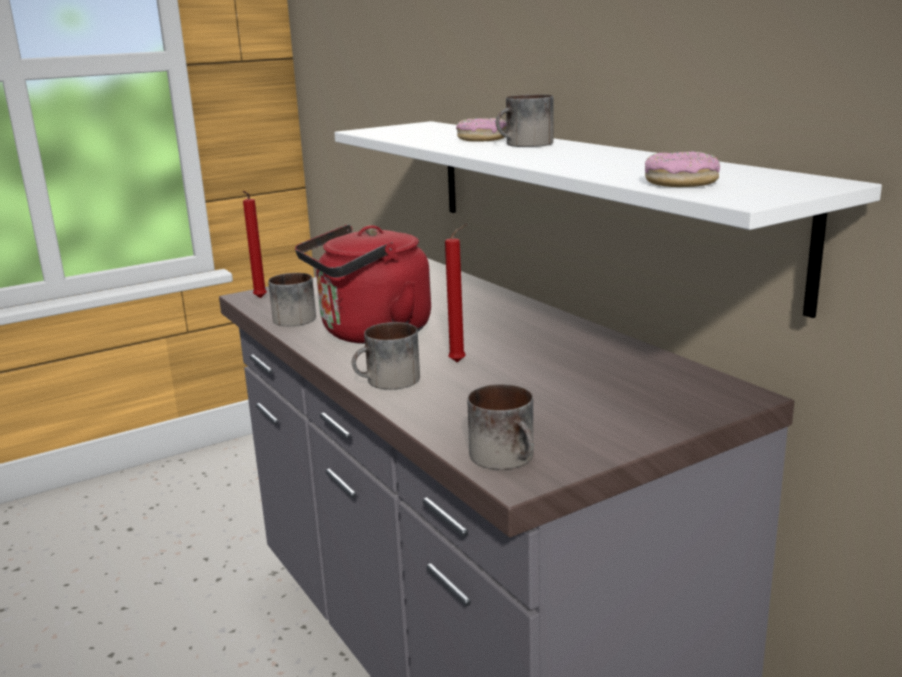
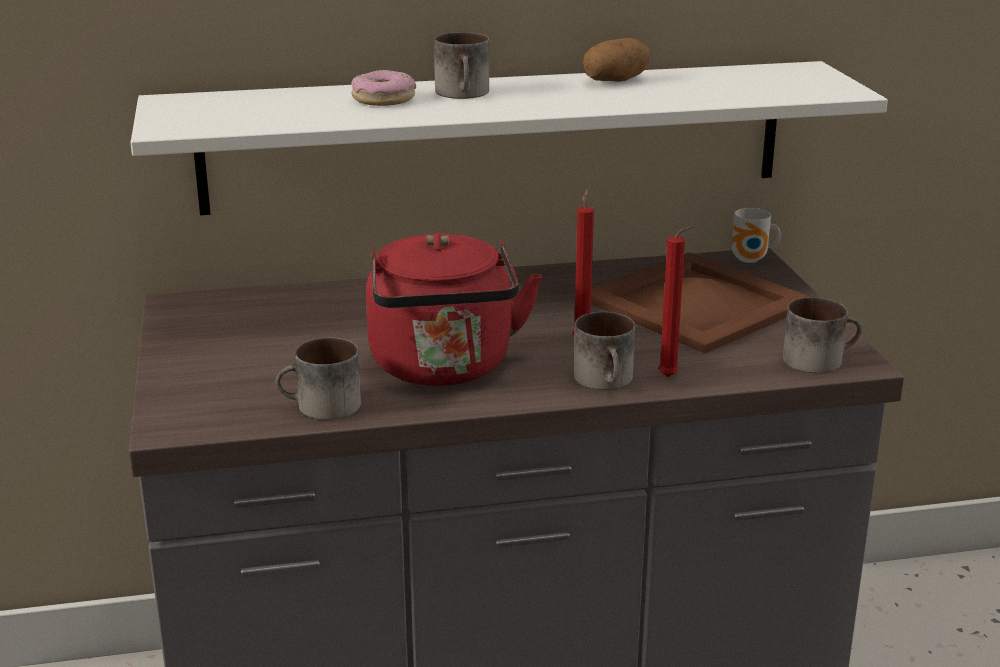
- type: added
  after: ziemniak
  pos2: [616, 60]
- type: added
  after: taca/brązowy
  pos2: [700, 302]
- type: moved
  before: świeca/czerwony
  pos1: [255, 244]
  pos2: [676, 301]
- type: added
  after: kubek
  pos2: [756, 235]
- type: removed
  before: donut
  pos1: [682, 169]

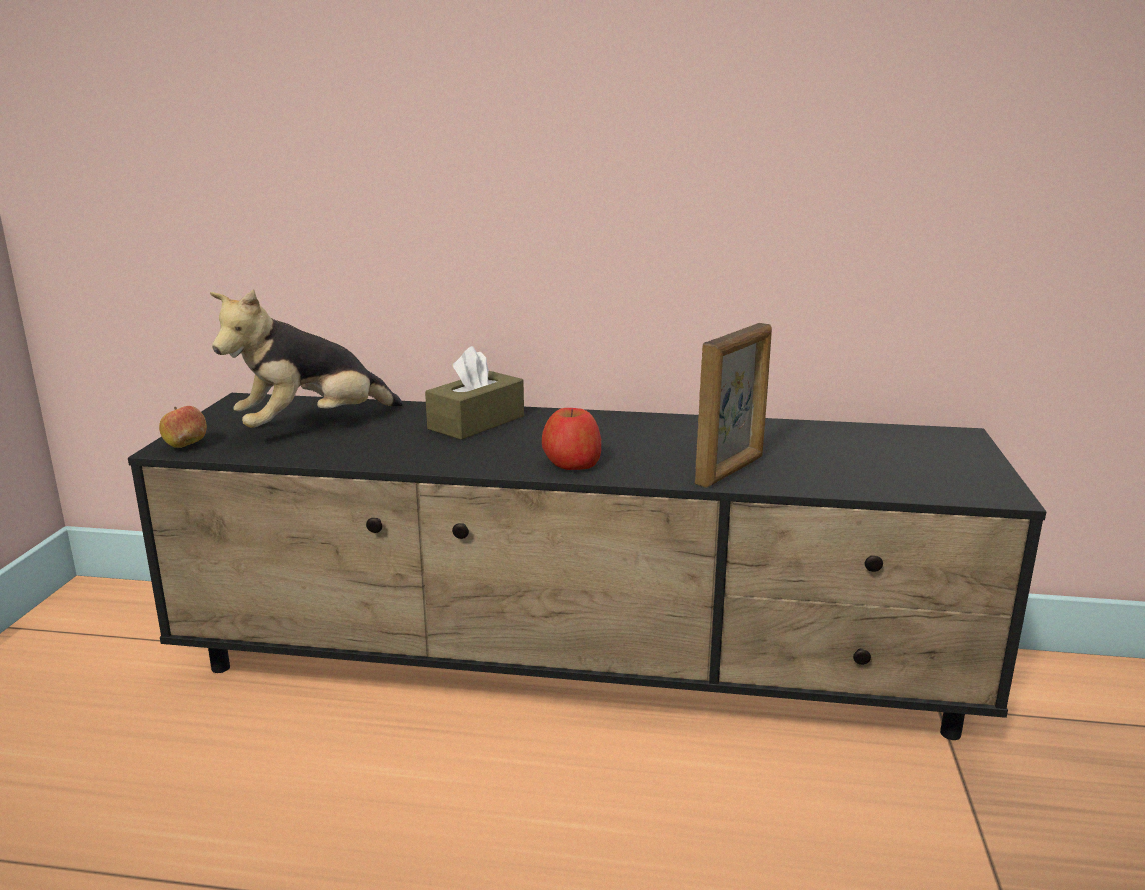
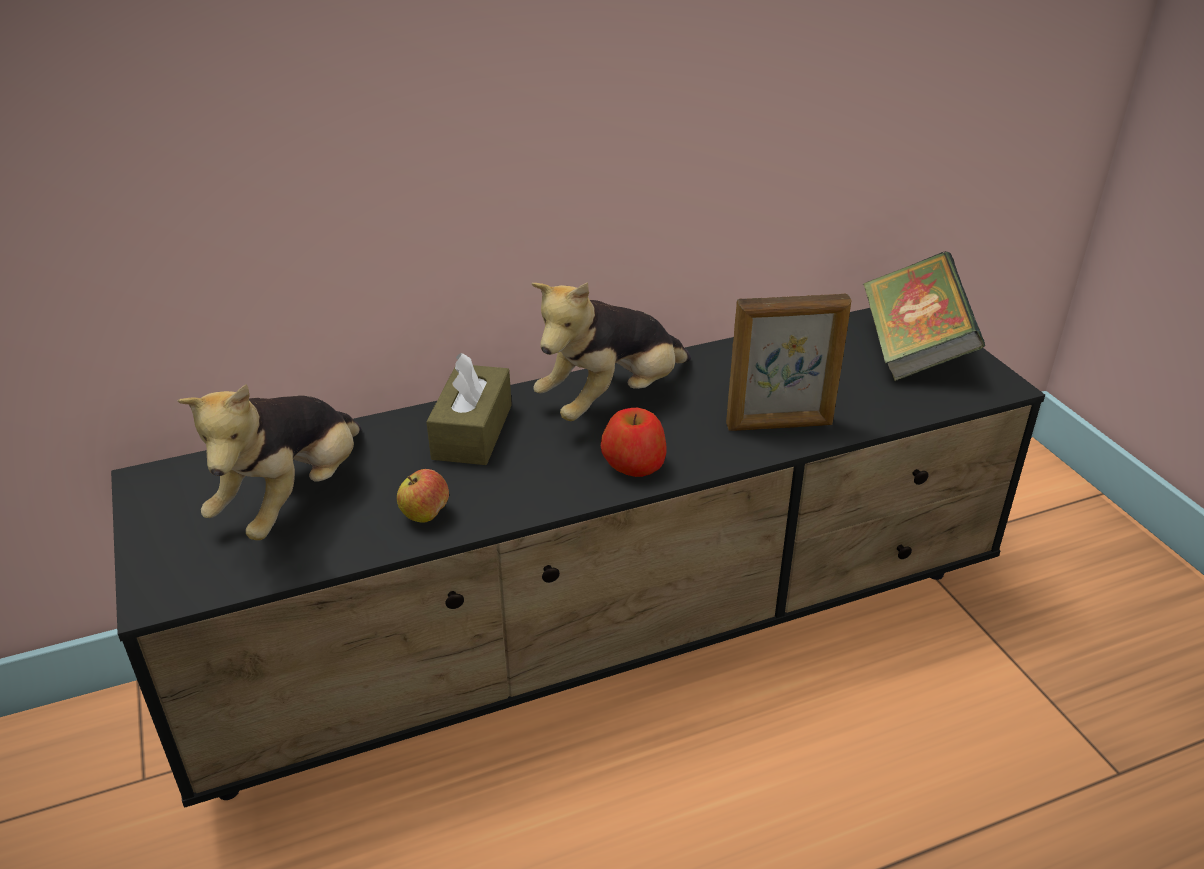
- type: moved
  before: jabłko
  pos1: [183, 427]
  pos2: [423, 496]
- type: added
  after: pluszak
  pos2: [611, 351]
- type: turned
  before: ramka na zdjęcie
  pos1: [733, 405]
  pos2: [788, 362]
  turn: 75
- type: added
  after: książka
  pos2: [924, 316]

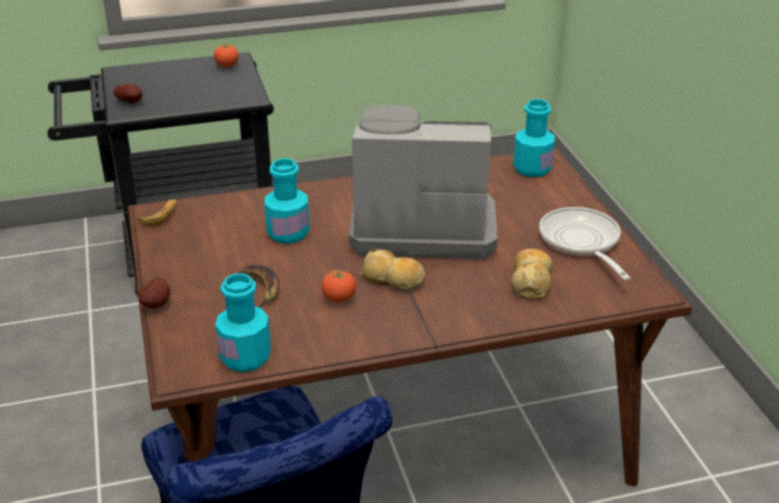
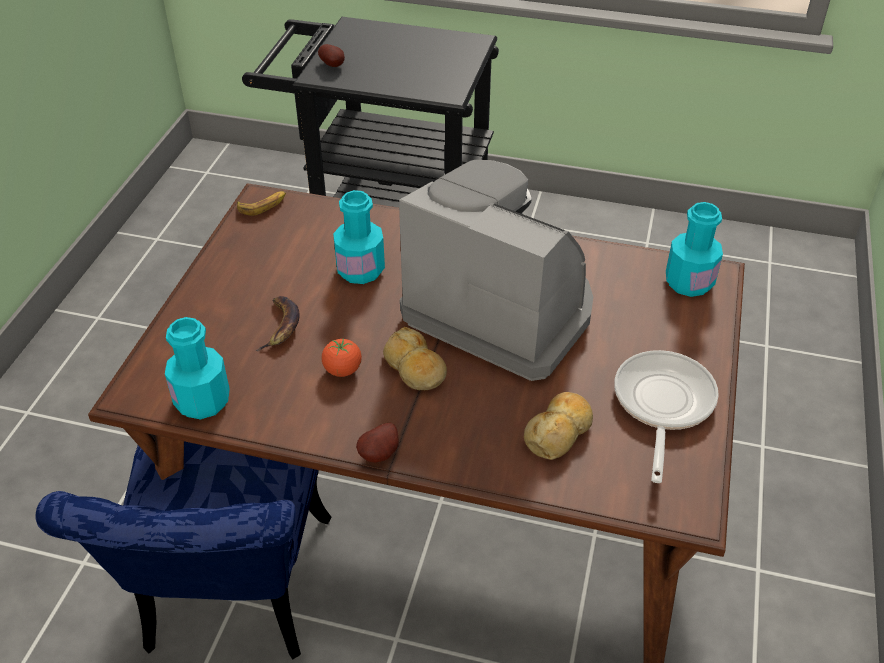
- type: moved
  before: ziemniak
  pos1: [154, 293]
  pos2: [377, 443]
- type: removed
  before: pomidor
  pos1: [226, 55]

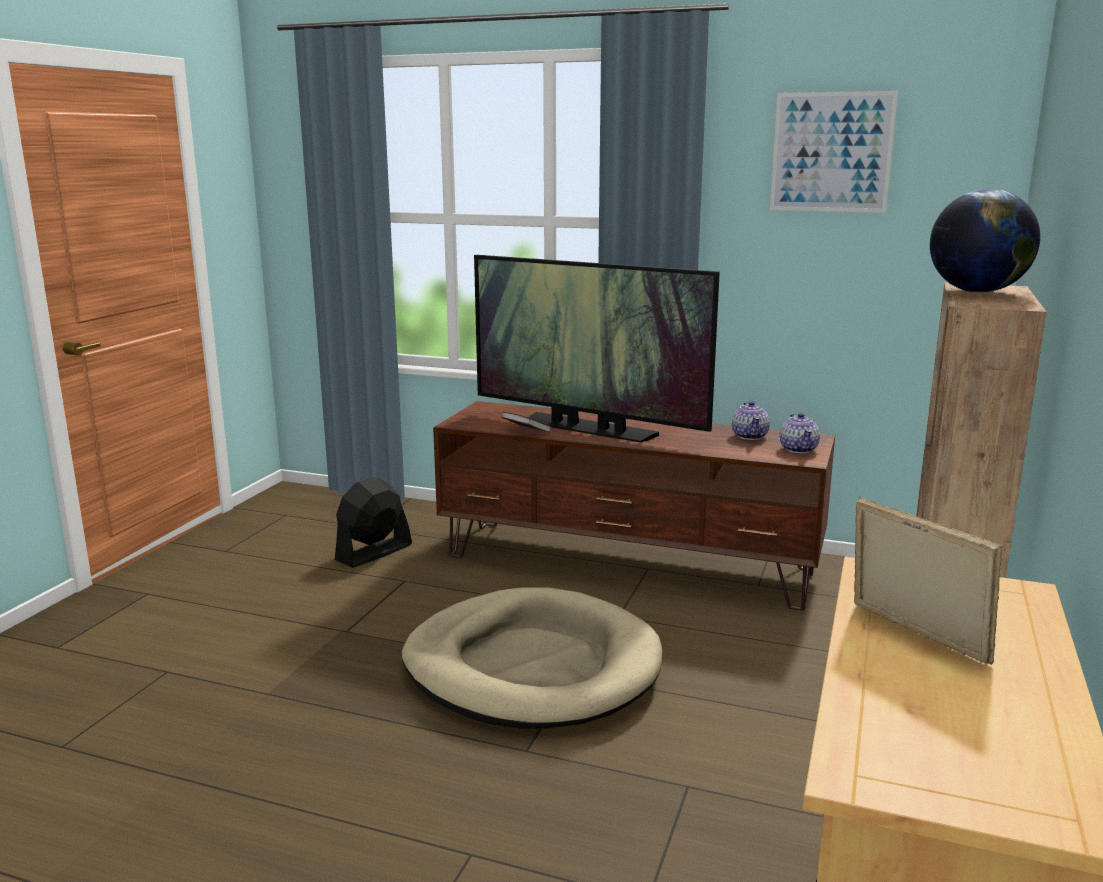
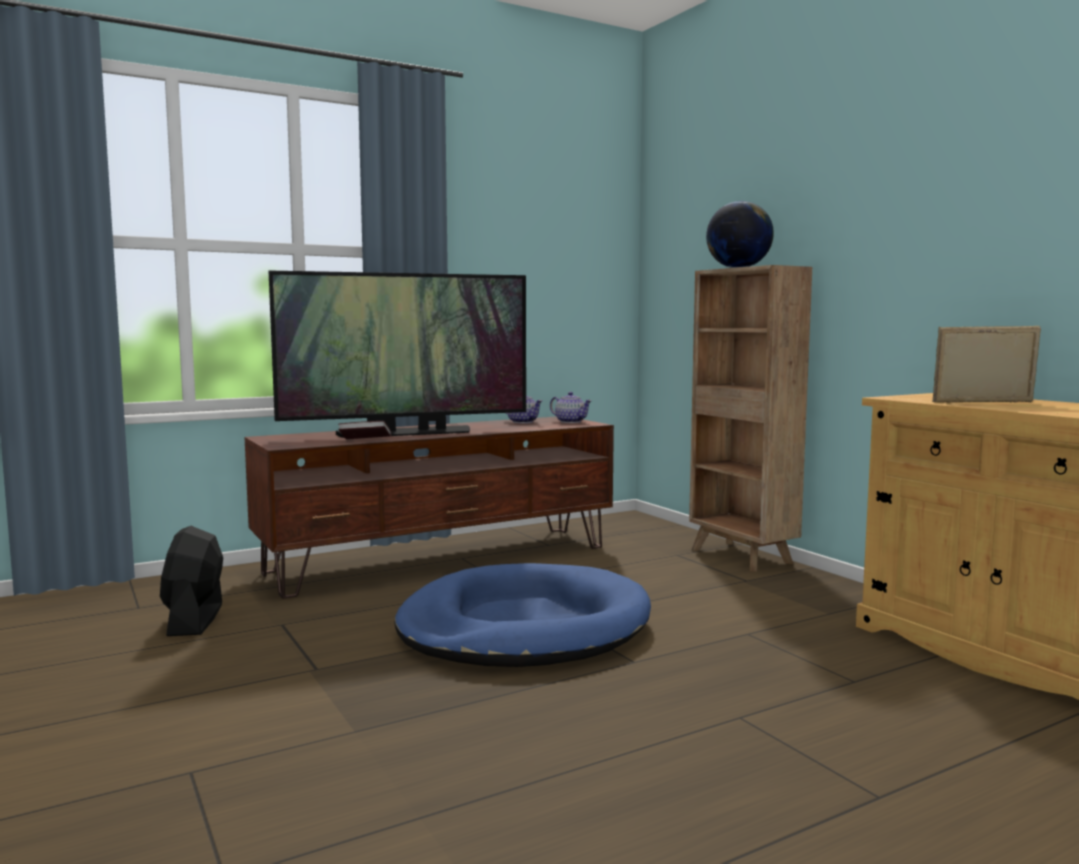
- type: recoloured
  before: legowisko/beżowy
  after: legowisko/niebieski
  pos1: [532, 658]
  pos2: [522, 615]
- type: removed
  before: obraz
  pos1: [834, 151]

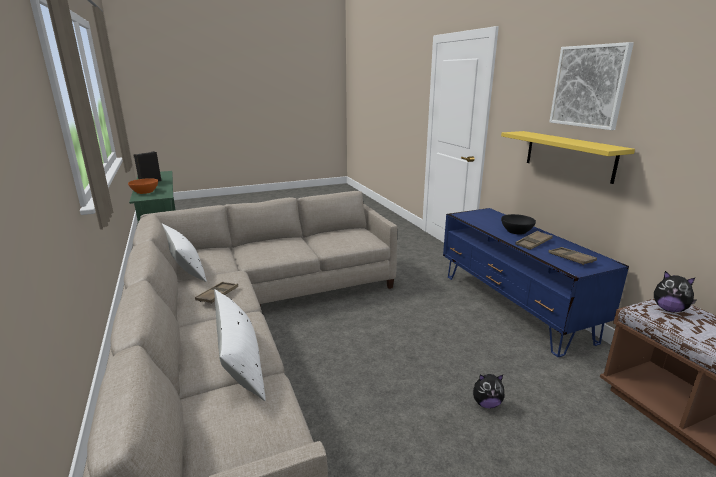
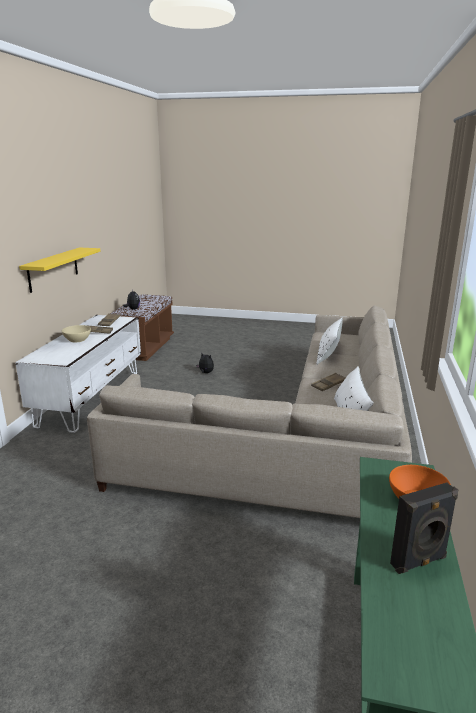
- type: recoloured
  before: szafka pod telewizor/niebieski
  after: szafka pod telewizor/biały
  pos1: [536, 282]
  pos2: [78, 374]
- type: recoloured
  before: miska/czarny
  after: miska/beżowy
  pos1: [518, 224]
  pos2: [76, 333]
- type: removed
  before: obraz
  pos1: [591, 86]

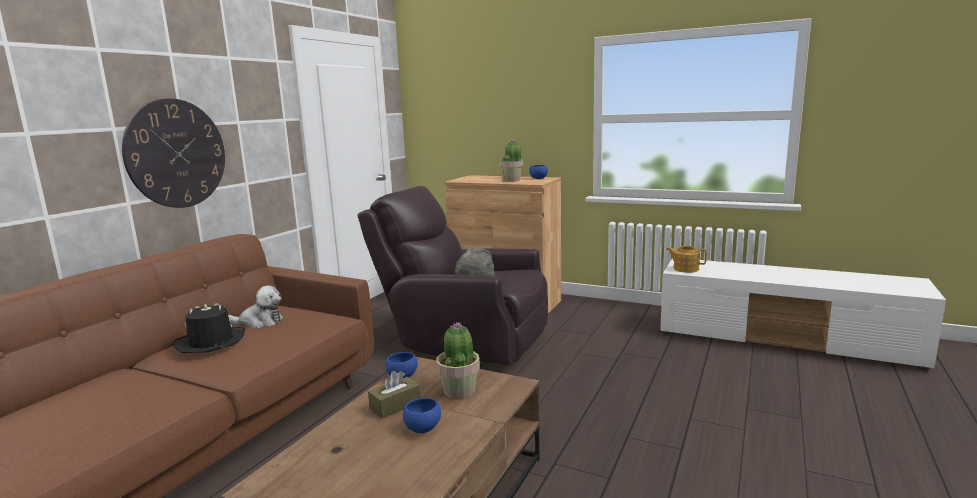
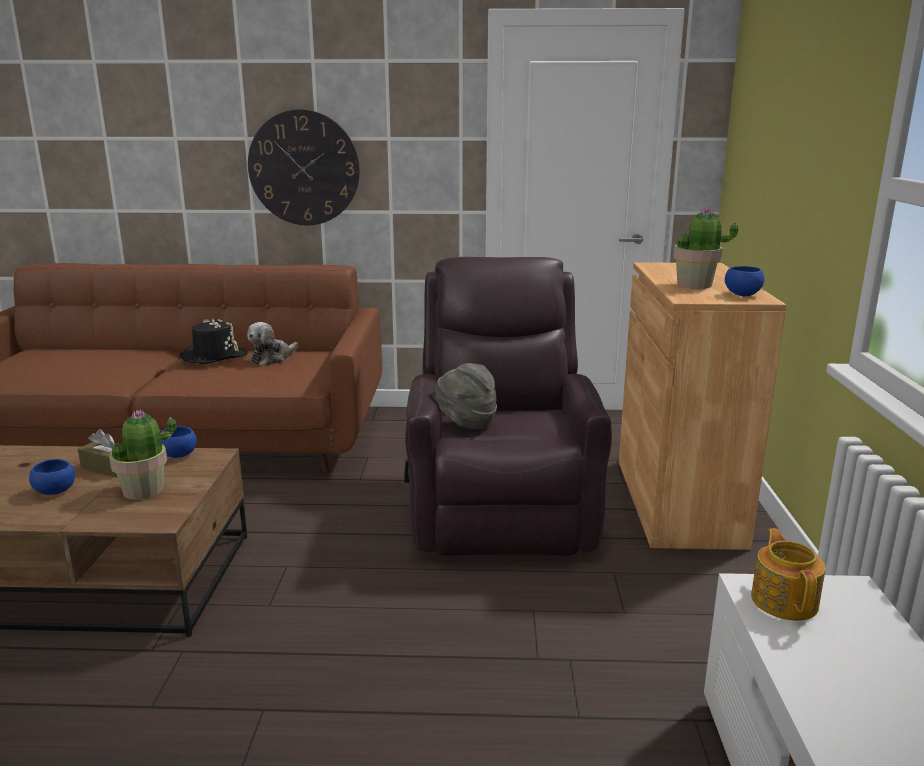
- type: turned
  before: pluszak
  pos1: [255, 307]
  pos2: [272, 344]
  turn: 60

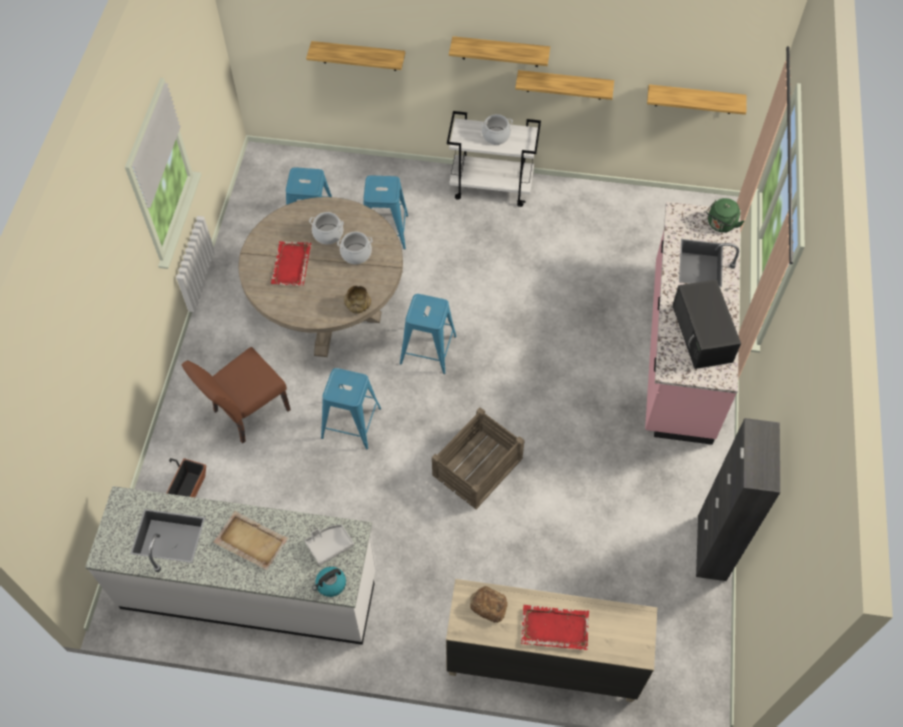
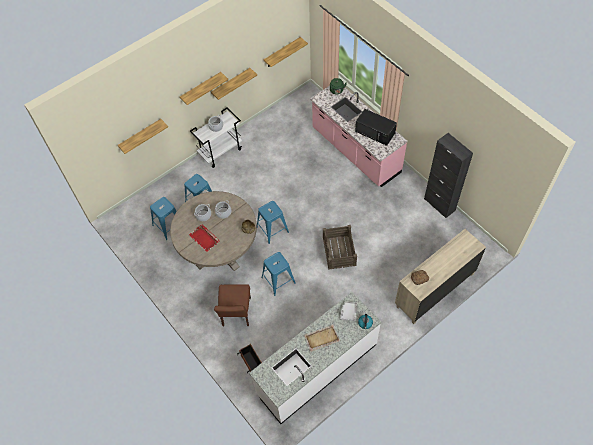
- type: removed
  before: taca/czerwony
  pos1: [555, 627]

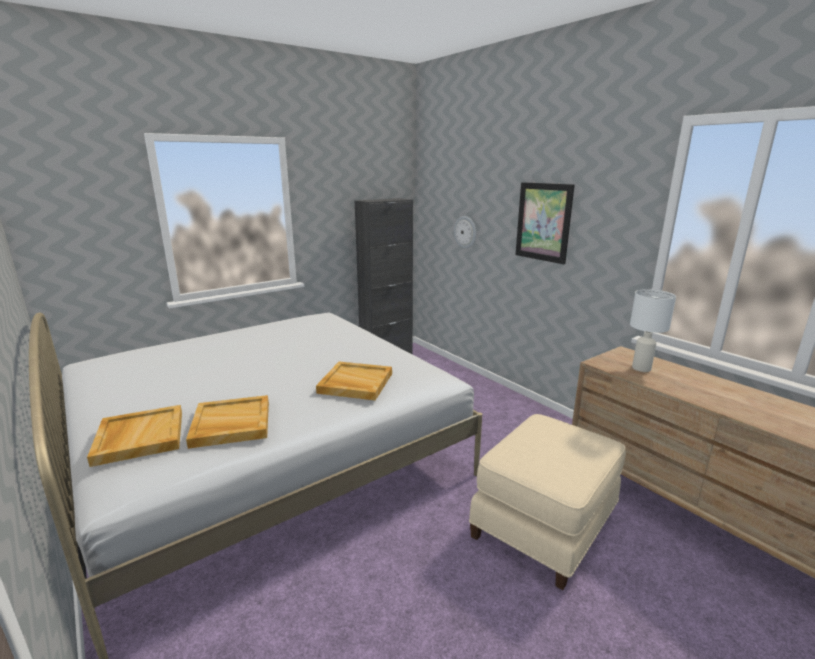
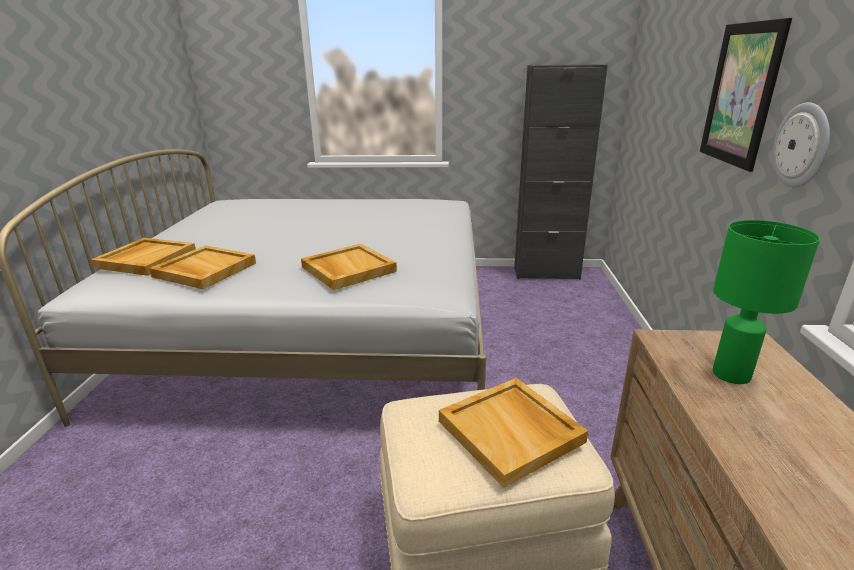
- type: added
  after: taca/beżowy
  pos2: [513, 433]
- type: recoloured
  before: lampa stołowa/biały
  after: lampa stołowa/zielony
  pos1: [653, 330]
  pos2: [766, 302]
- type: moved
  before: zegar ścienny
  pos1: [465, 232]
  pos2: [801, 144]

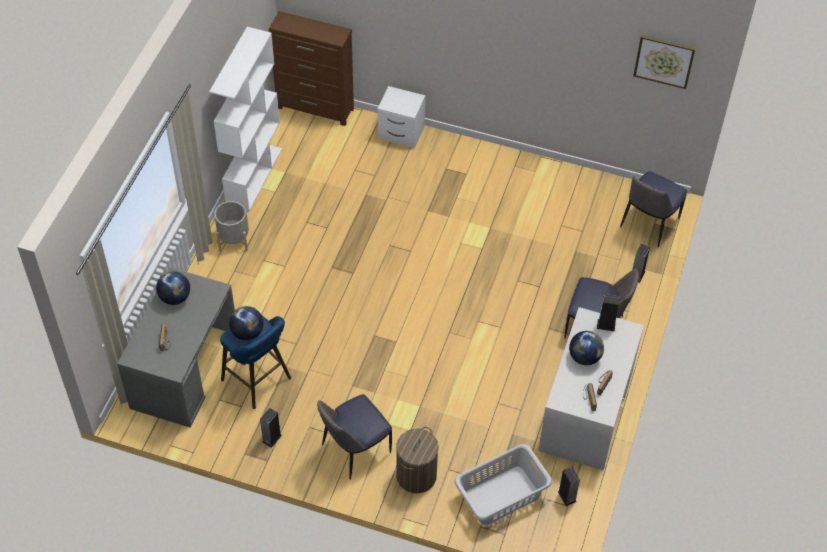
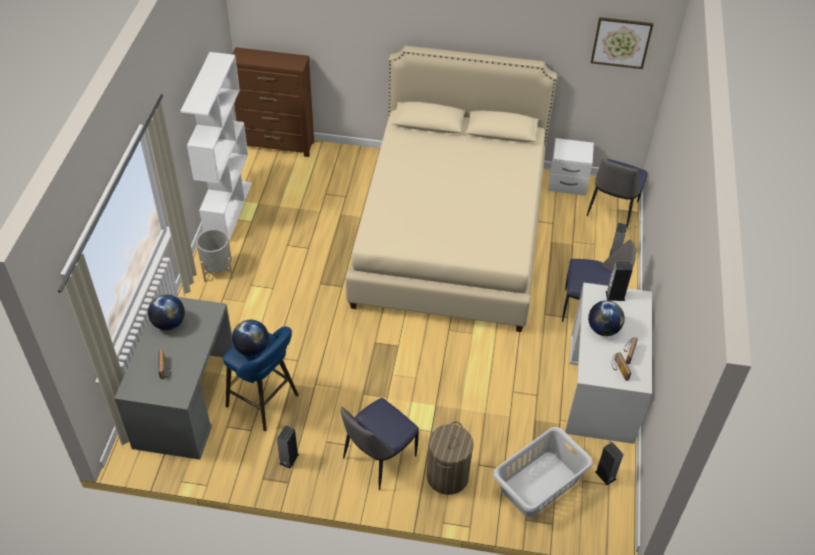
- type: added
  after: łóżko/beżowy
  pos2: [451, 188]
- type: moved
  before: szafka nocna/biały
  pos1: [401, 117]
  pos2: [571, 167]

